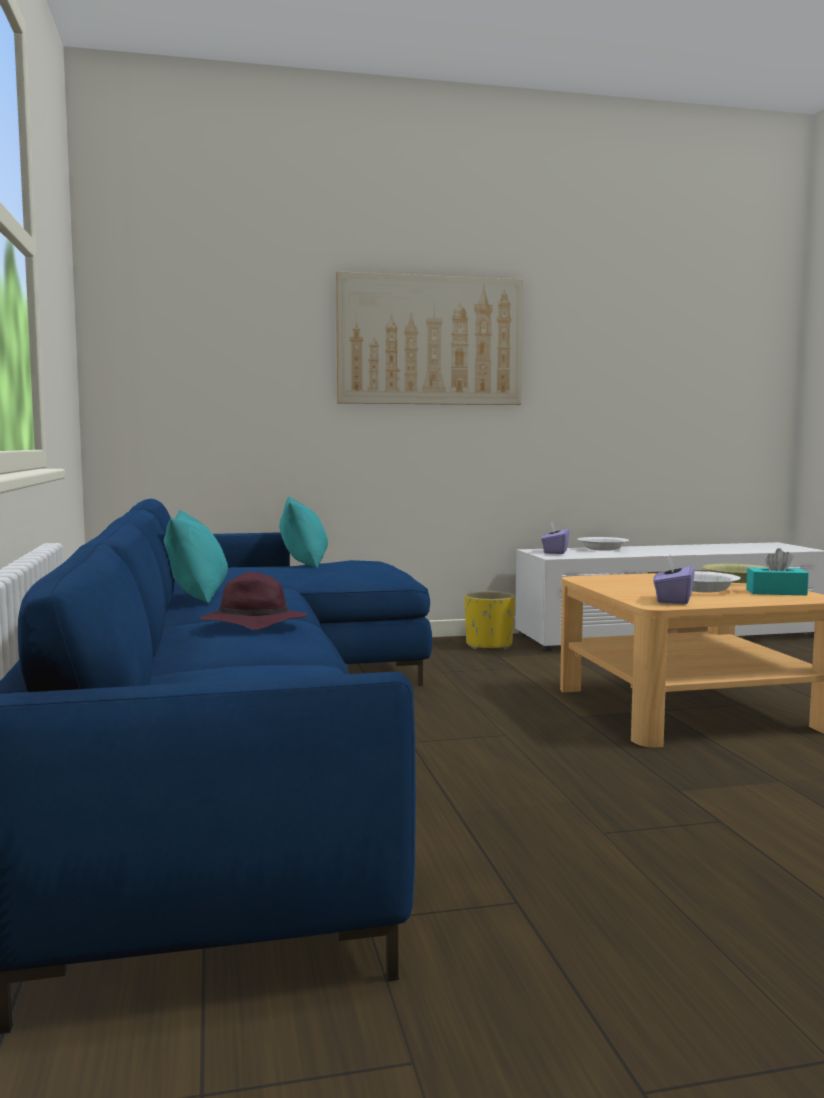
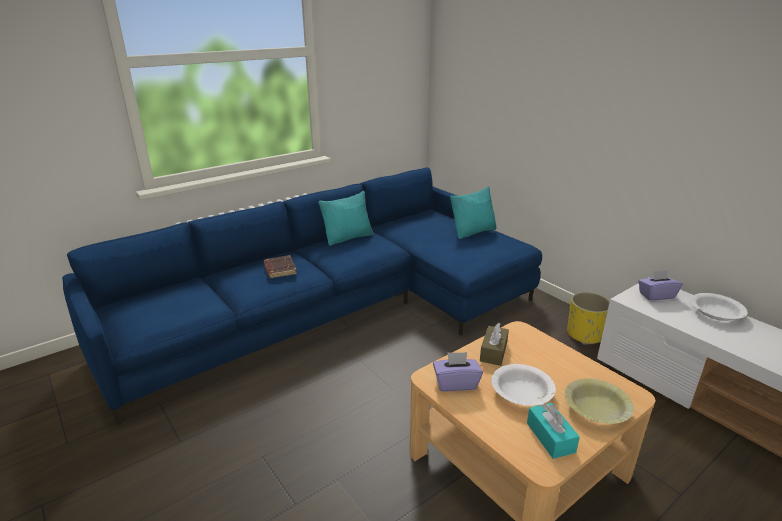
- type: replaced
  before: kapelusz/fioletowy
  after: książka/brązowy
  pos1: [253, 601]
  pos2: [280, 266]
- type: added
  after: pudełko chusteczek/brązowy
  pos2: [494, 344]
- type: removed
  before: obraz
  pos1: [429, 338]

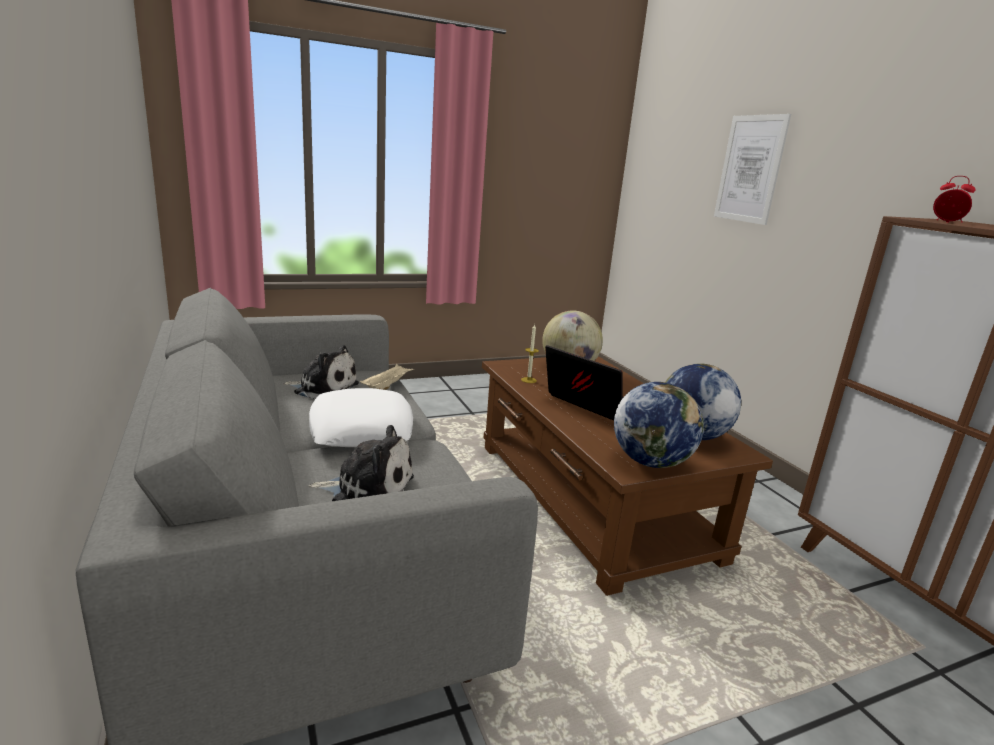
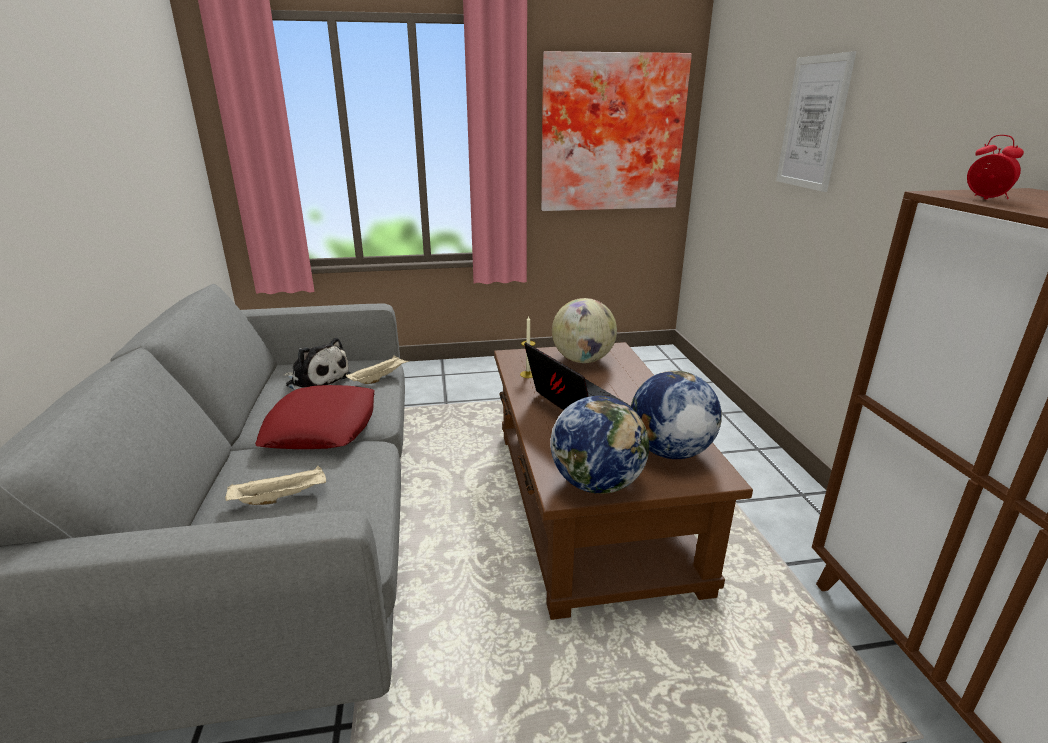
- type: replaced
  before: pluszak
  after: taca/beżowy
  pos1: [361, 463]
  pos2: [275, 485]
- type: recoloured
  before: poduszka/biały
  after: poduszka/czerwony
  pos1: [361, 417]
  pos2: [315, 417]
- type: added
  after: obraz
  pos2: [616, 131]

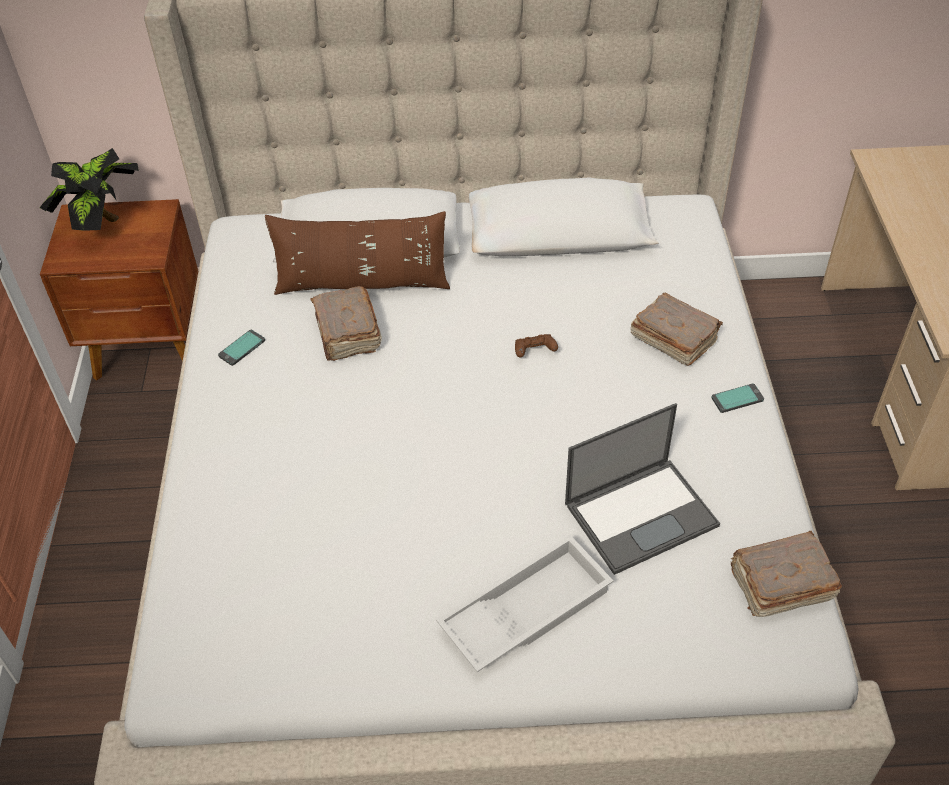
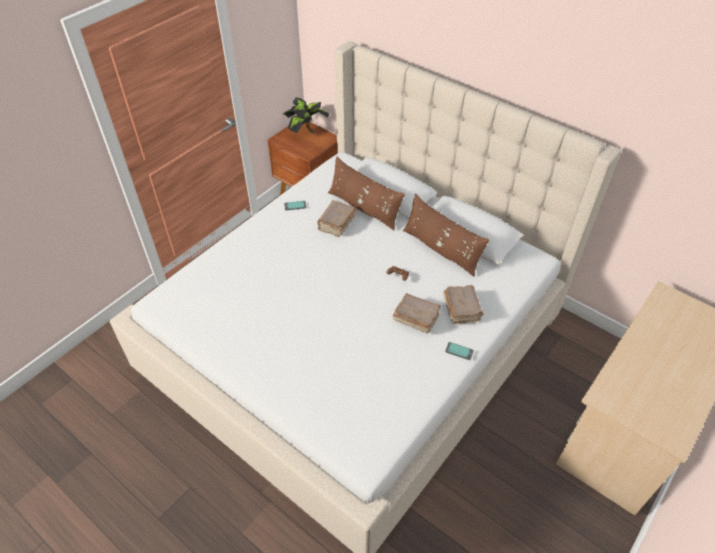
- type: moved
  before: książka/brązowy
  pos1: [786, 574]
  pos2: [417, 313]
- type: added
  after: poduszka/brązowy
  pos2: [446, 235]
- type: removed
  before: taca/biały
  pos1: [524, 603]
- type: removed
  before: laptop
  pos1: [642, 489]

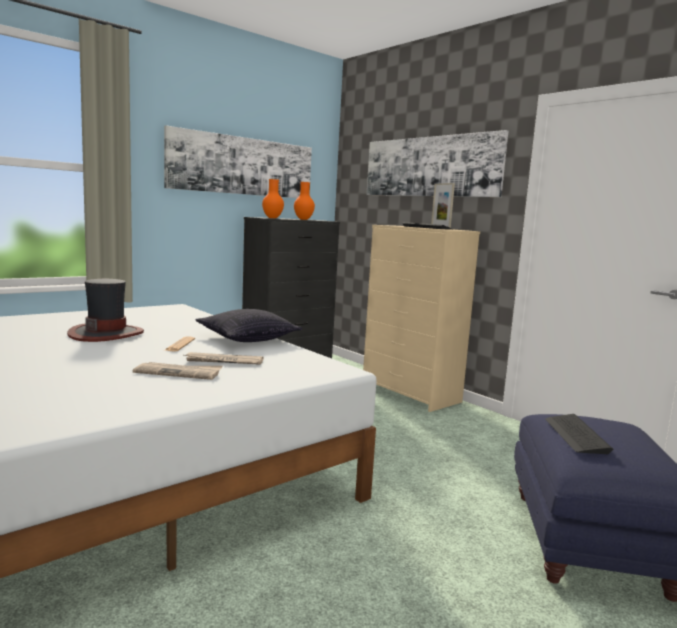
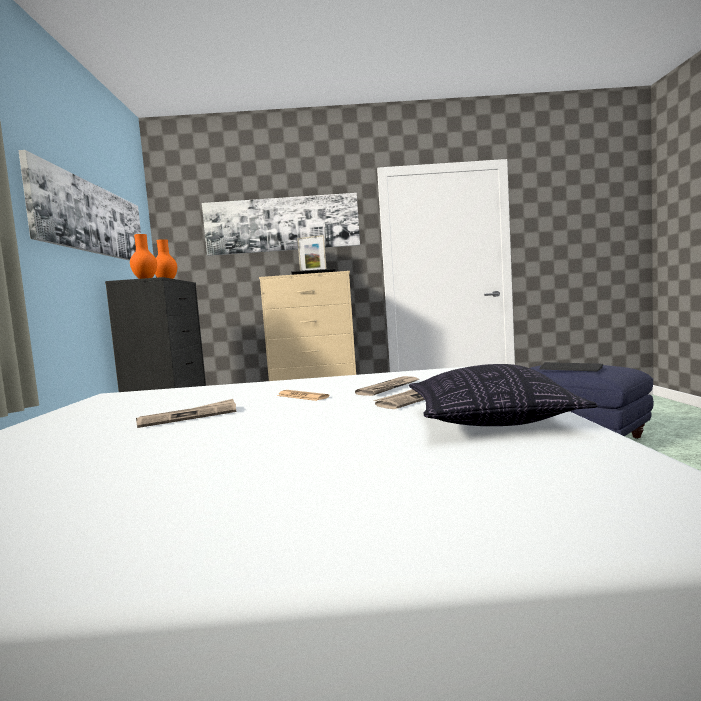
- type: replaced
  before: kapelusz
  after: gazeta
  pos1: [105, 310]
  pos2: [186, 413]
- type: moved
  before: poduszka
  pos1: [248, 325]
  pos2: [503, 395]

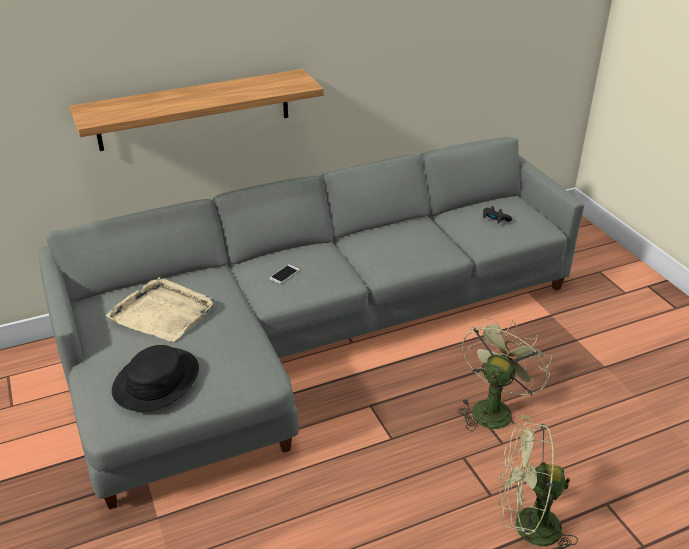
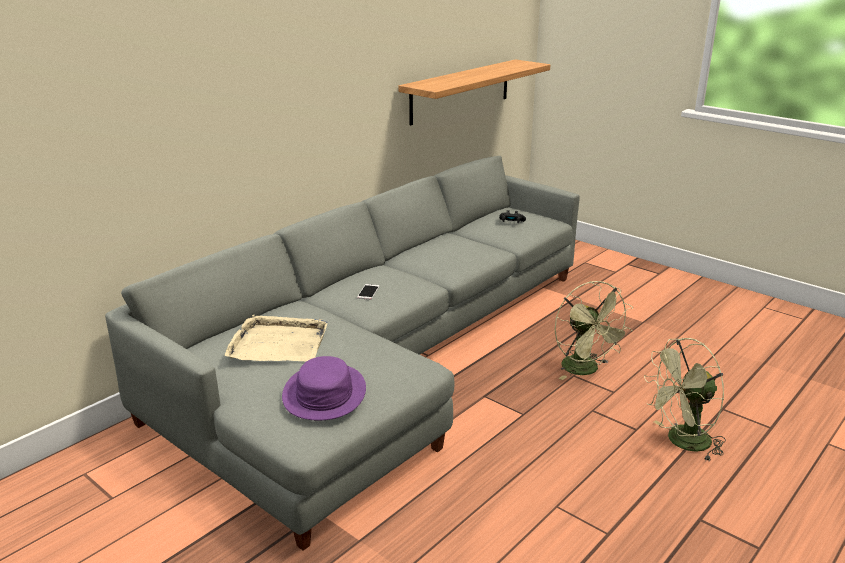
- type: recoloured
  before: kapelusz/czarny
  after: kapelusz/fioletowy
  pos1: [155, 378]
  pos2: [324, 388]
- type: moved
  before: półka
  pos1: [197, 110]
  pos2: [474, 92]
- type: turned
  before: wentylator/zielony
  pos1: [505, 374]
  pos2: [594, 330]
  turn: 150

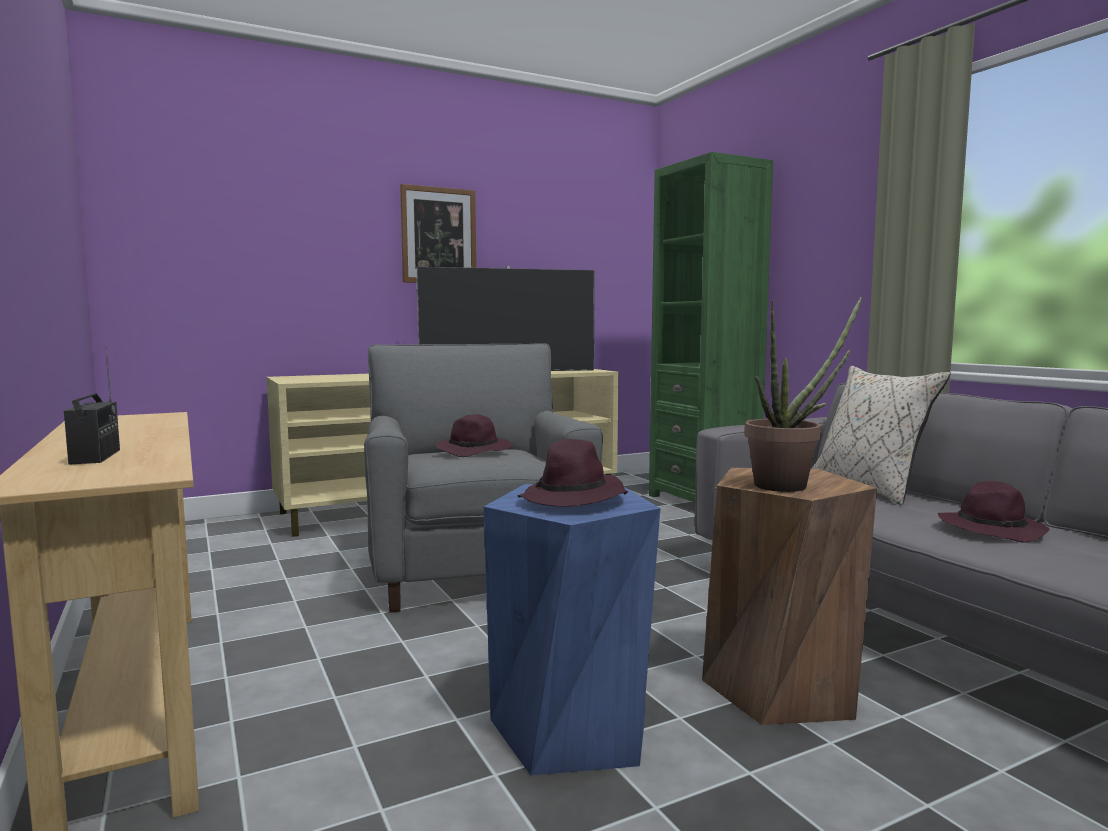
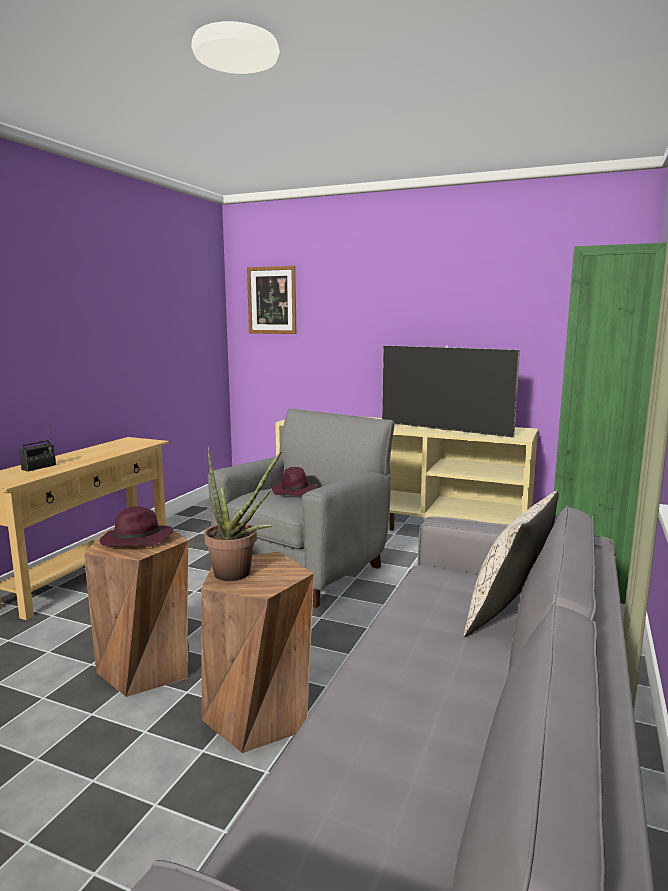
- type: recoloured
  before: stołek/niebieski
  after: stołek/brązowy
  pos1: [572, 629]
  pos2: [136, 610]
- type: moved
  before: obraz
  pos1: [438, 233]
  pos2: [271, 300]
- type: removed
  before: kapelusz/fioletowy
  pos1: [993, 512]

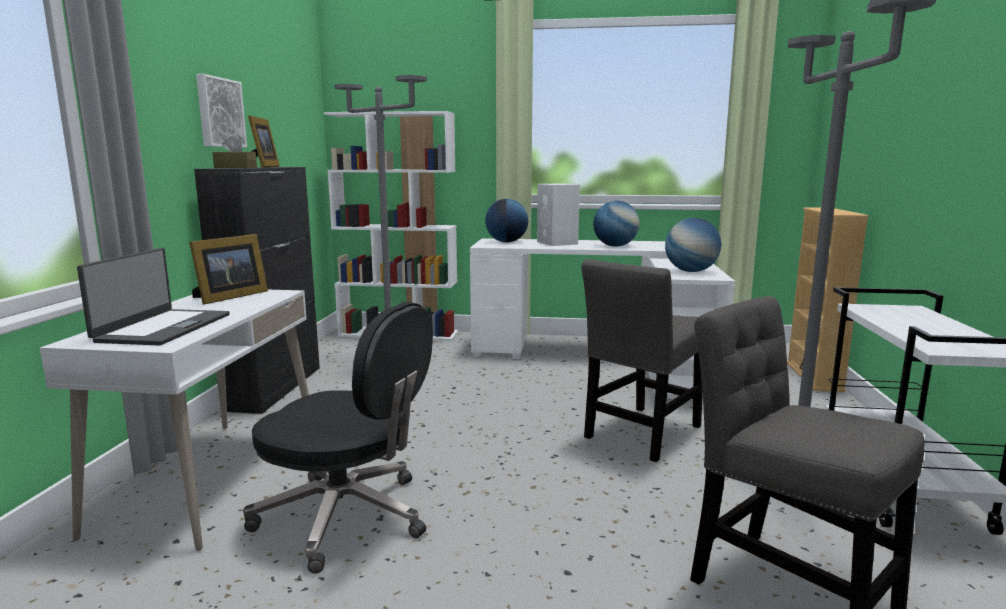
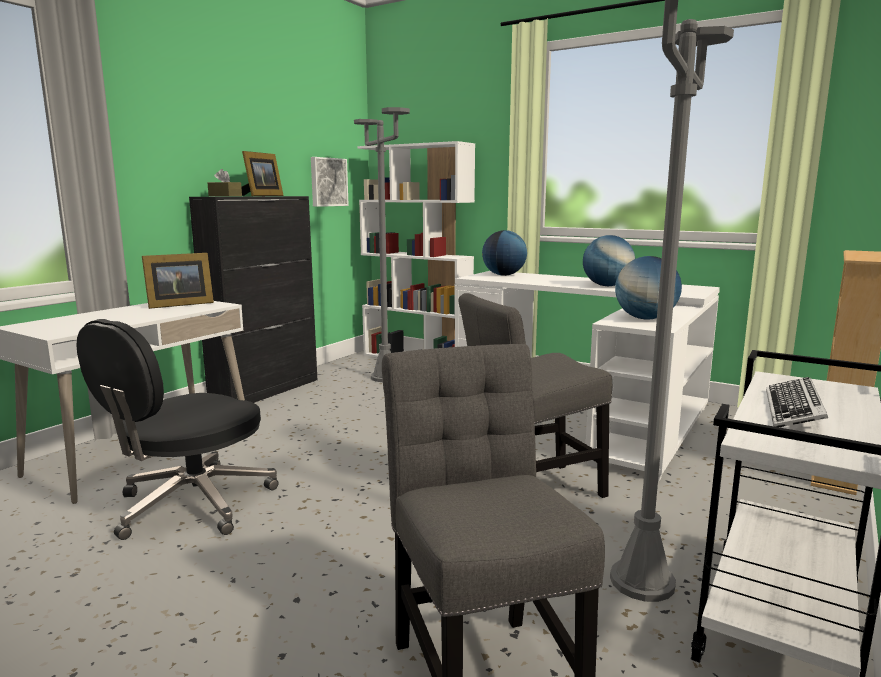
- type: turned
  before: krzesło biurowe/czarny
  pos1: [338, 437]
  pos2: [177, 429]
  turn: 75
- type: moved
  before: obraz
  pos1: [221, 111]
  pos2: [330, 182]
- type: added
  after: klawiatura
  pos2: [797, 402]
- type: removed
  before: laptop
  pos1: [153, 297]
- type: removed
  before: głośnik/biały
  pos1: [558, 214]

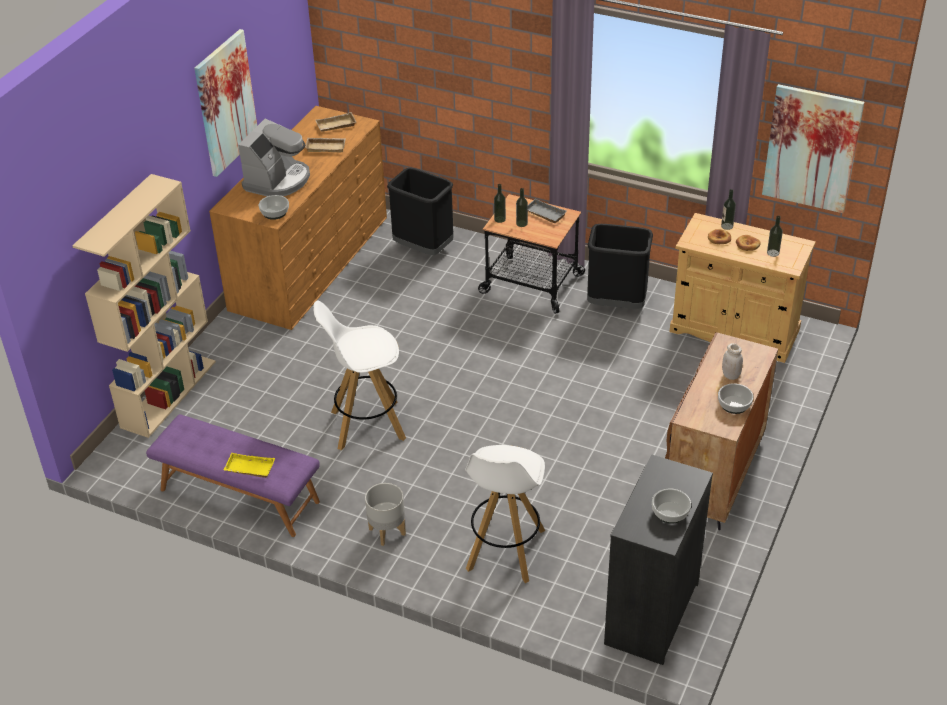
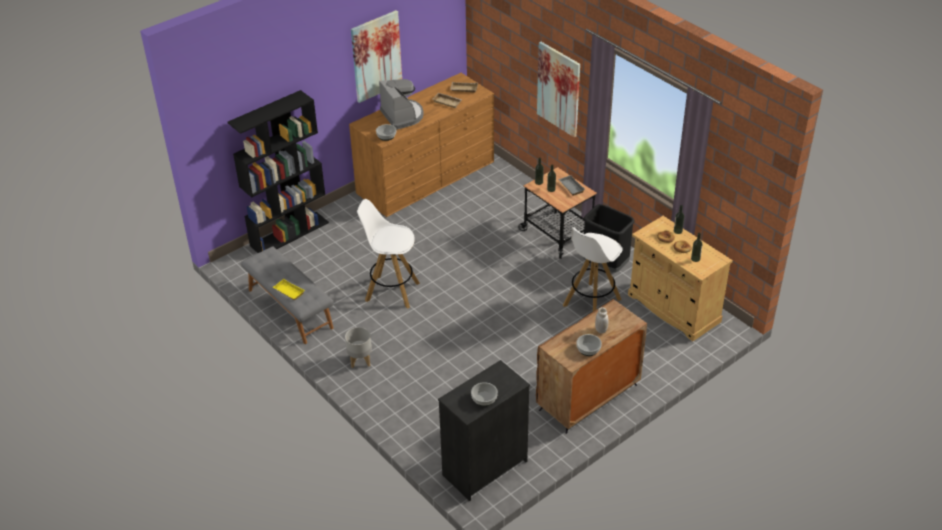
- type: recoloured
  before: regał/beżowy
  after: regał/czarny
  pos1: [144, 306]
  pos2: [278, 171]
- type: recoloured
  before: ławka/fioletowy
  after: ławka/szary
  pos1: [233, 475]
  pos2: [287, 295]
- type: turned
  before: ekspres do kawy
  pos1: [274, 157]
  pos2: [401, 104]
  turn: -75
- type: moved
  before: obraz
  pos1: [813, 148]
  pos2: [558, 89]
- type: moved
  before: stołek/biały
  pos1: [505, 514]
  pos2: [593, 269]
- type: removed
  before: kosz na śmieci/czarny
  pos1: [420, 211]

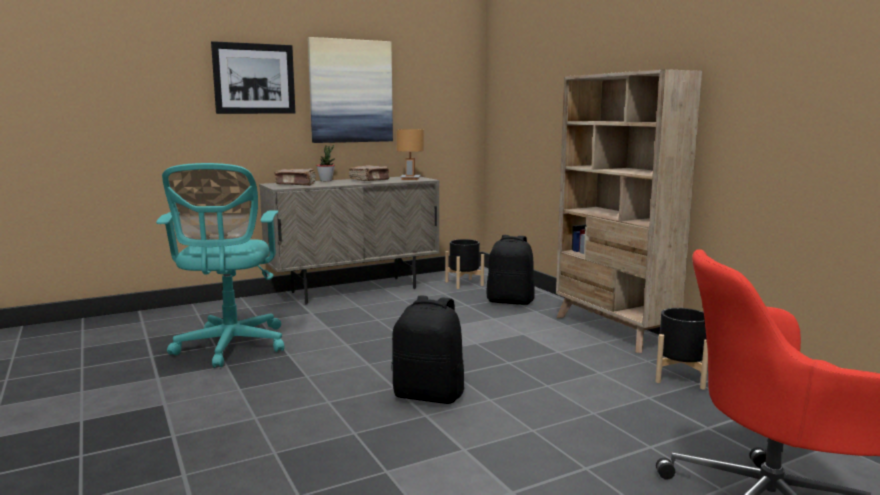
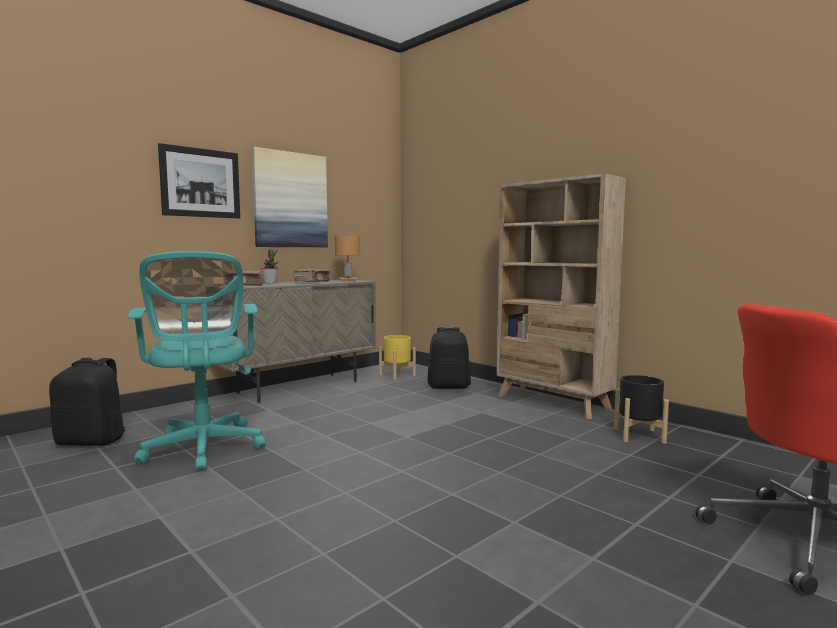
- type: moved
  before: plecak/czarny
  pos1: [428, 350]
  pos2: [87, 402]
- type: recoloured
  before: donica/czarny
  after: donica/żółty
  pos1: [464, 264]
  pos2: [397, 357]

